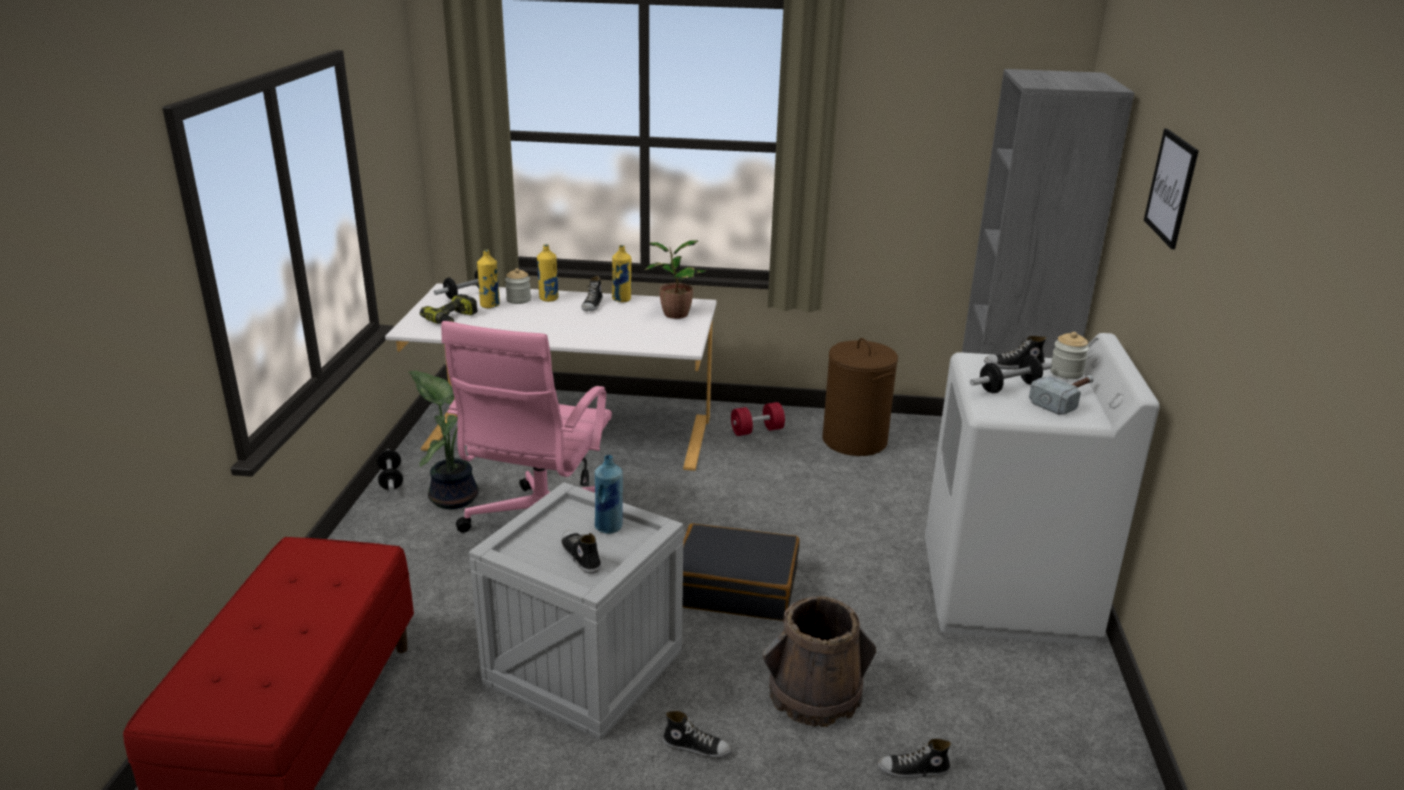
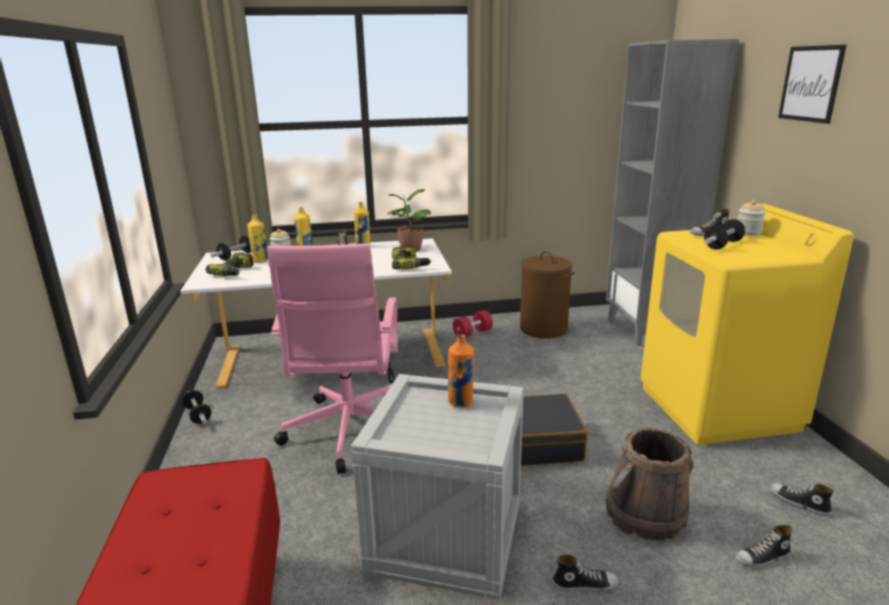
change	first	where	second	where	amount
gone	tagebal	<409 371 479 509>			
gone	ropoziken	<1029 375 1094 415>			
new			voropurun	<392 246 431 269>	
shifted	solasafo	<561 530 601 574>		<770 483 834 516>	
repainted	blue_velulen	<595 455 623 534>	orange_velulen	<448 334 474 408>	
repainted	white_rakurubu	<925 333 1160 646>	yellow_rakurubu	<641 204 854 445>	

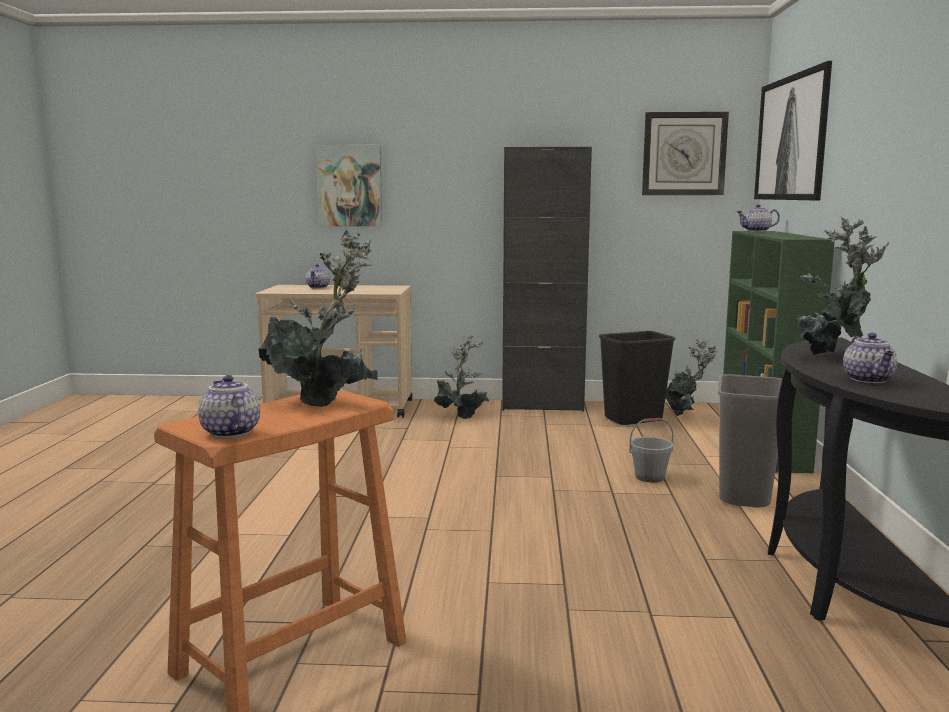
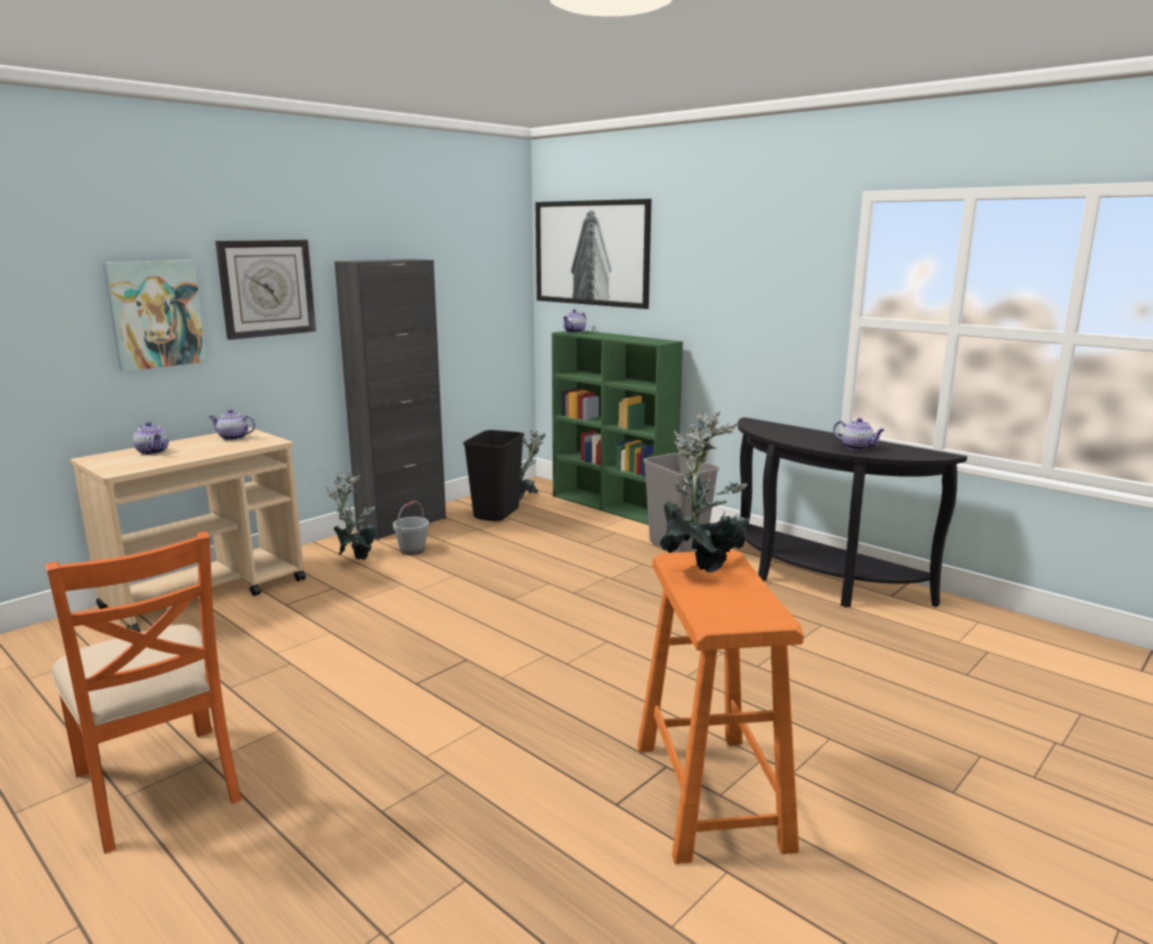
change	first	where	second	where	amount
gone	tagebal	<797 216 890 355>			
new			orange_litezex	<45 531 242 854>	
shifted	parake	<198 375 260 438>		<208 409 255 440>	
shifted	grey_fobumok	<629 418 674 482>		<393 500 429 555>	
shifted	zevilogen	<642 112 729 195>		<215 240 316 340>	

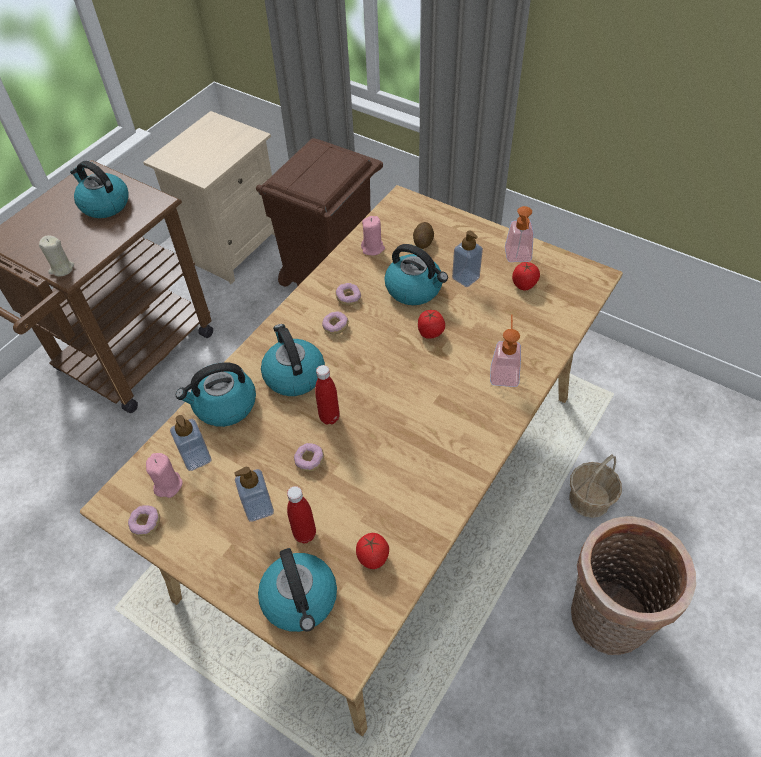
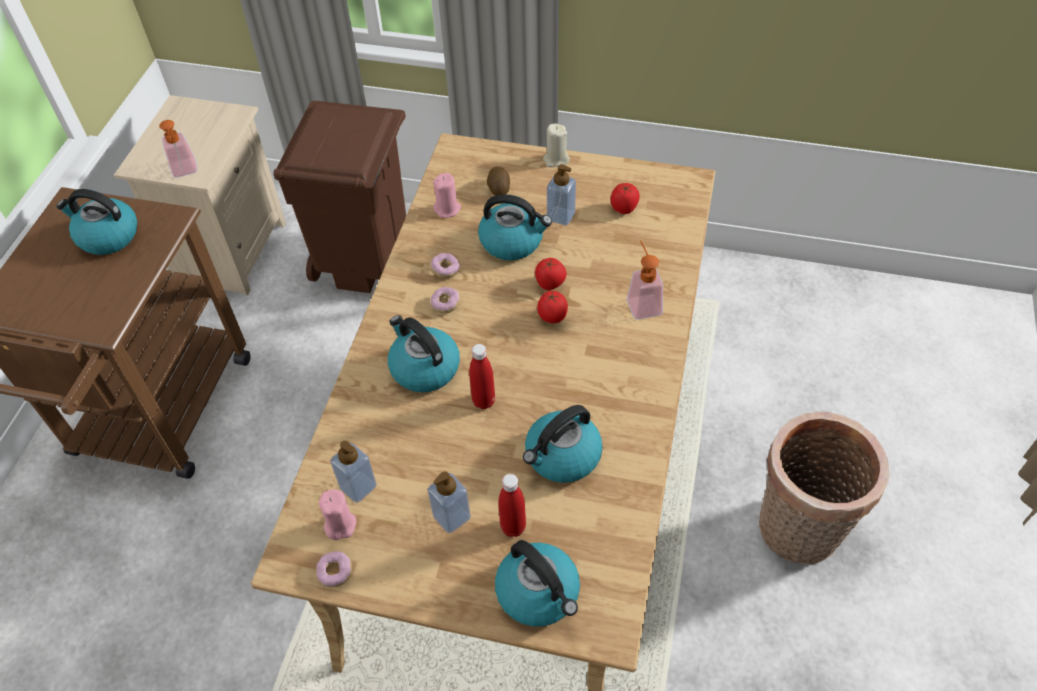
change	first	where	second	where	amount
gone	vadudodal	<294 443 324 472>			
gone	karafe	<569 454 622 518>			
shifted	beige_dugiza	<39 236 74 277>		<543 124 570 167>	
shifted	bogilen	<176 362 256 427>		<523 405 603 483>	
shifted	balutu	<356 533 389 569>		<537 291 568 323>	
shifted	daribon	<505 206 534 262>		<159 120 198 178>	

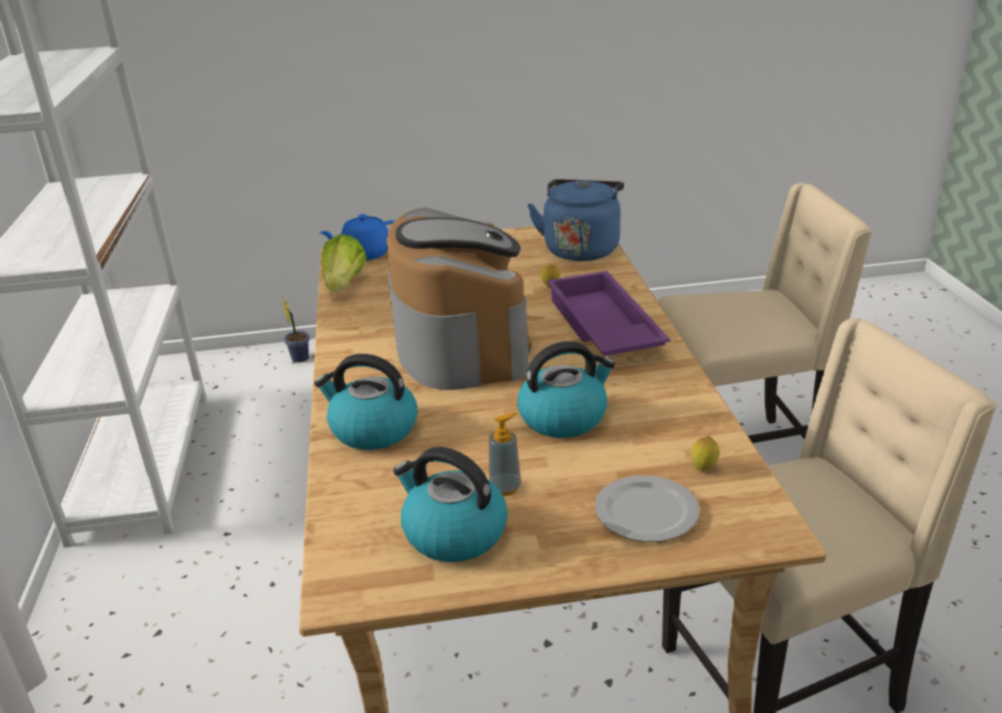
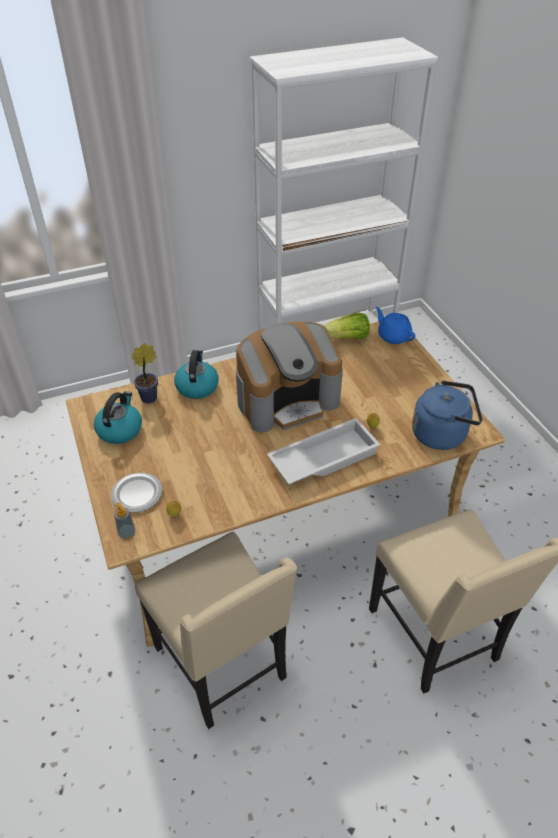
change	first	where	second	where	amount
gone	bogilen	<517 341 615 438>			
shifted	tagebal	<283 297 310 363>		<132 343 158 403>	
shifted	daribon	<489 412 521 496>		<114 502 136 539>	
repainted	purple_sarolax	<547 271 671 356>	white_sarolax	<267 418 380 485>	

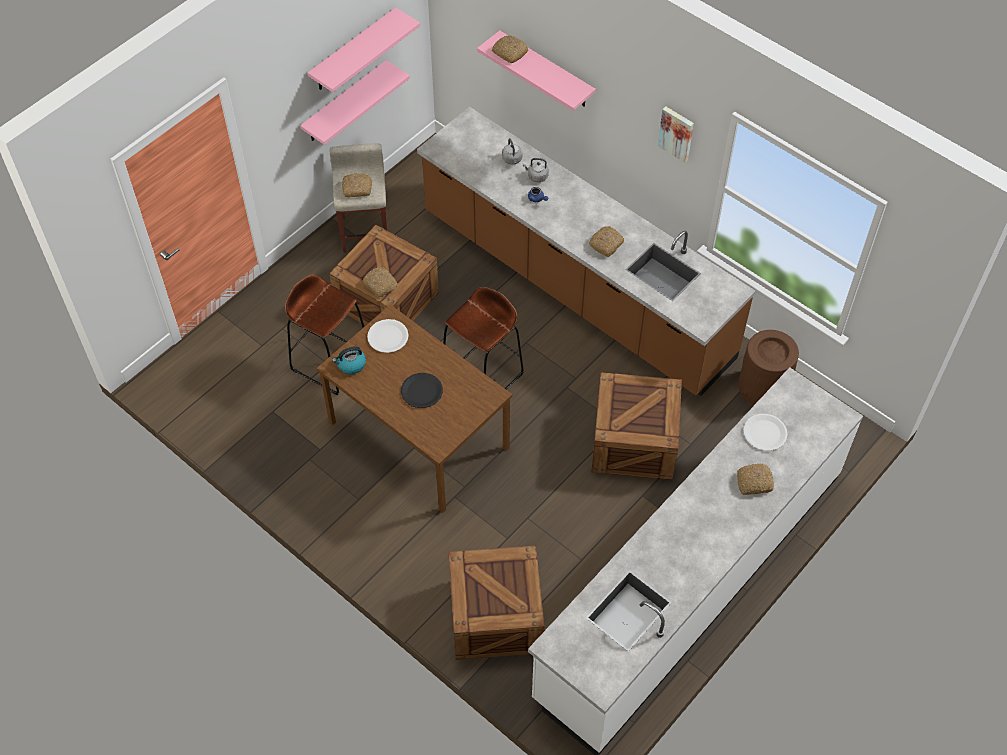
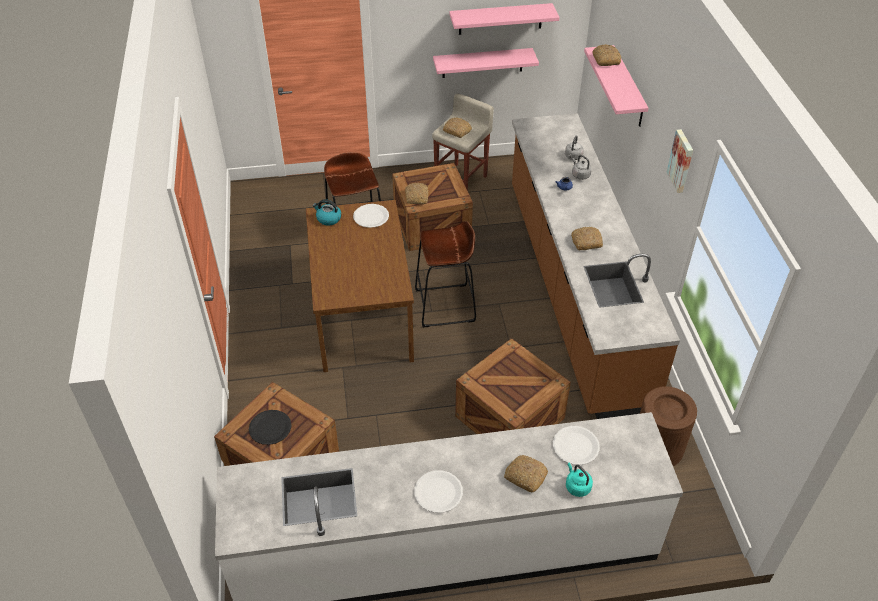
change	first	where	second	where	amount
new			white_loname	<414 470 463 513>	
new			turquoise_bogilen	<566 462 593 497>	
shifted	black_loname	<401 373 443 408>		<249 410 292 445>	

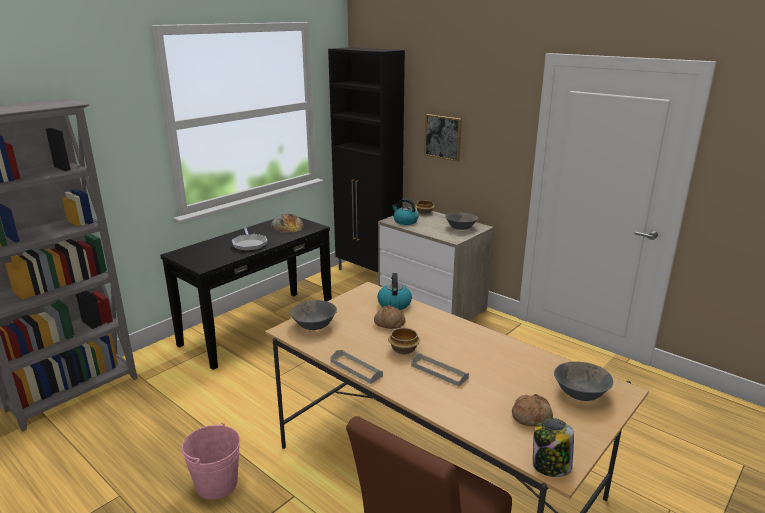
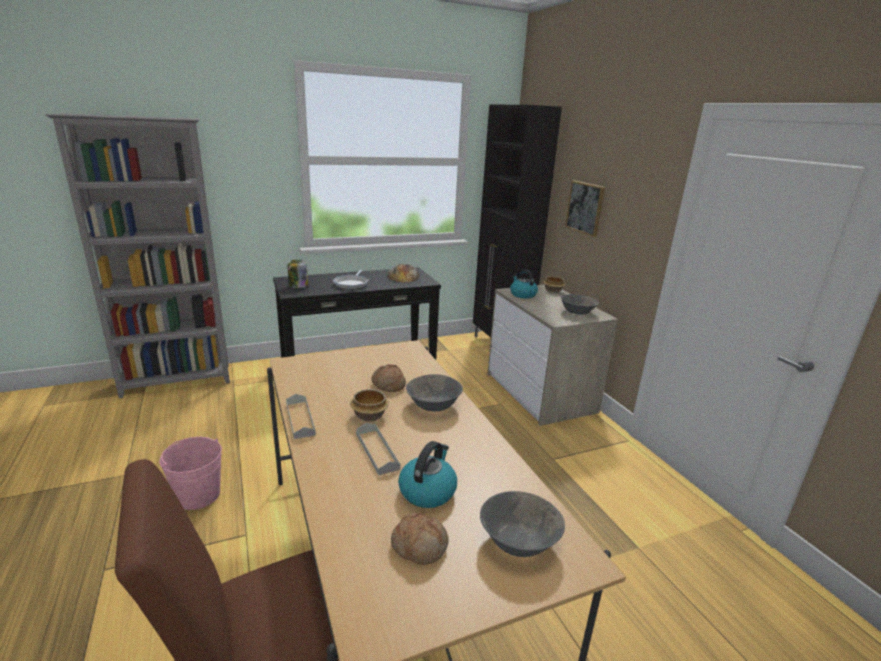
change	first	where	second	where	amount
shifted	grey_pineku	<290 300 337 330>		<406 374 463 412>	
shifted	bogilen	<377 273 412 310>		<398 441 457 508>	
shifted	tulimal	<533 418 574 477>		<288 260 308 288>	

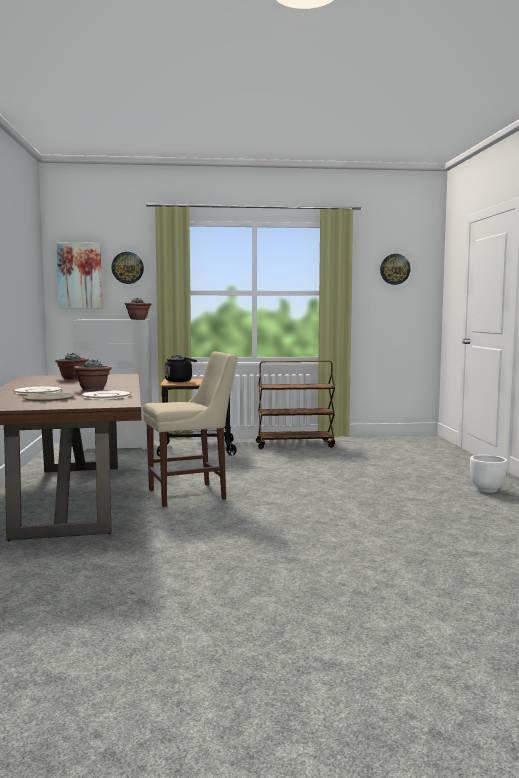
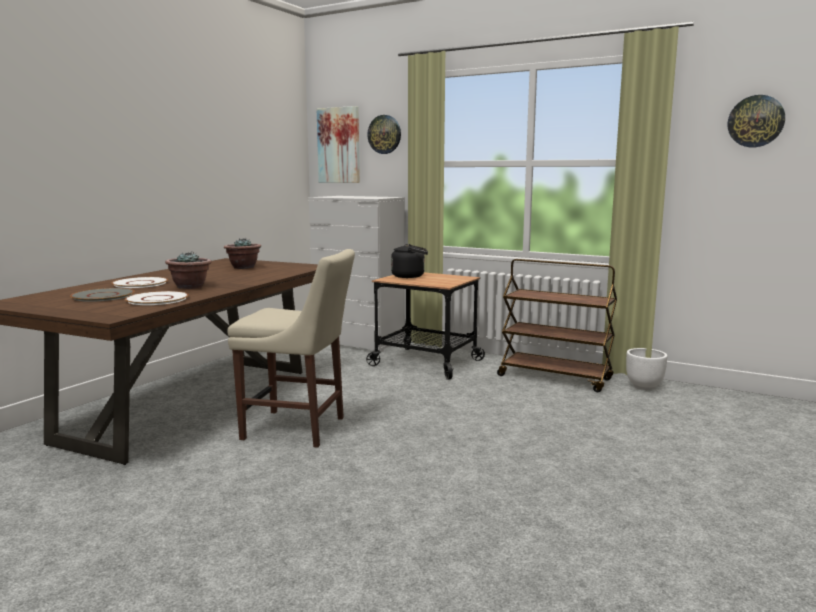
change	first	where	second	where	amount
gone	tagebal	<124 298 152 320>			
shifted	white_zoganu	<470 455 507 493>		<626 348 667 390>	

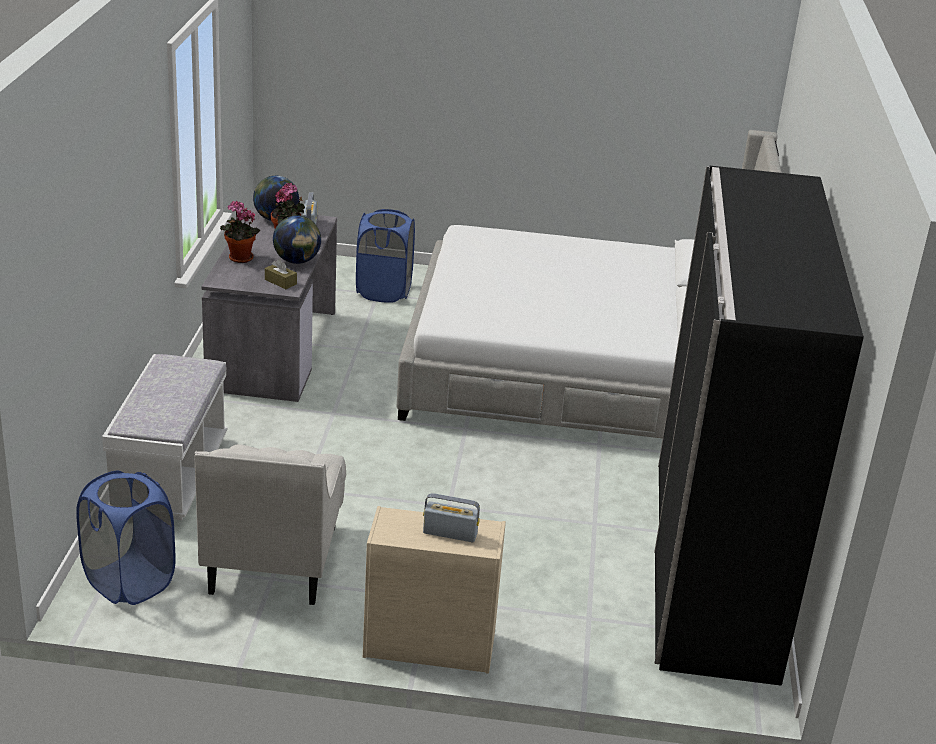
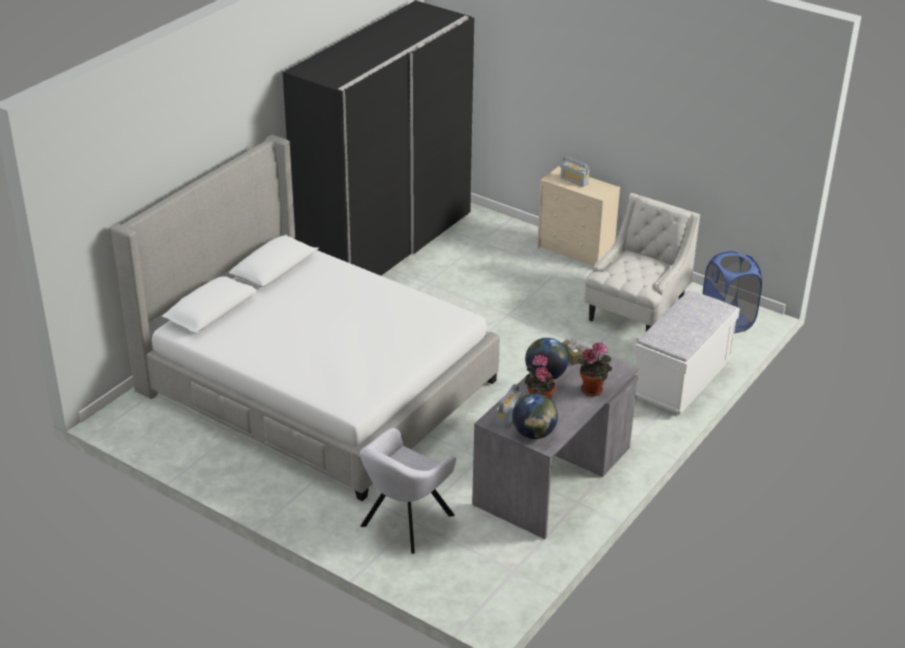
change	first	where	second	where	amount
swapped	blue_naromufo	<356 209 415 303>	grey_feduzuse	<360 428 456 554>	

